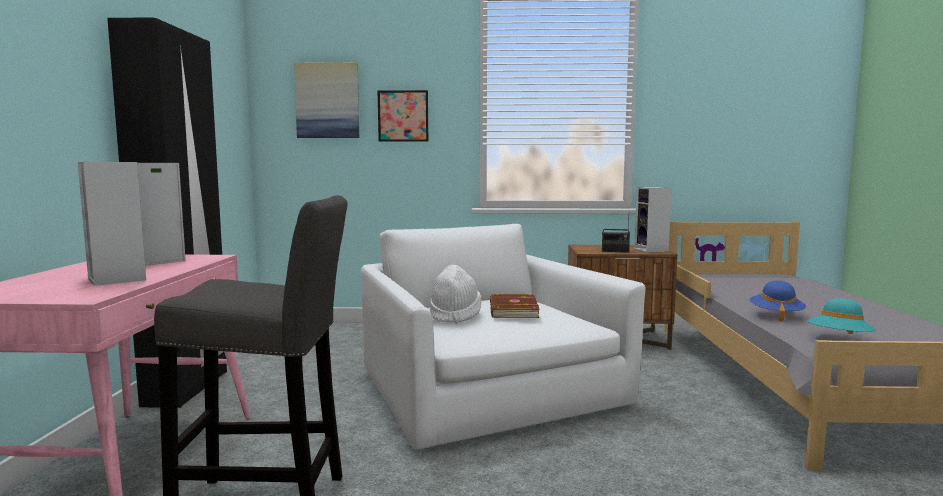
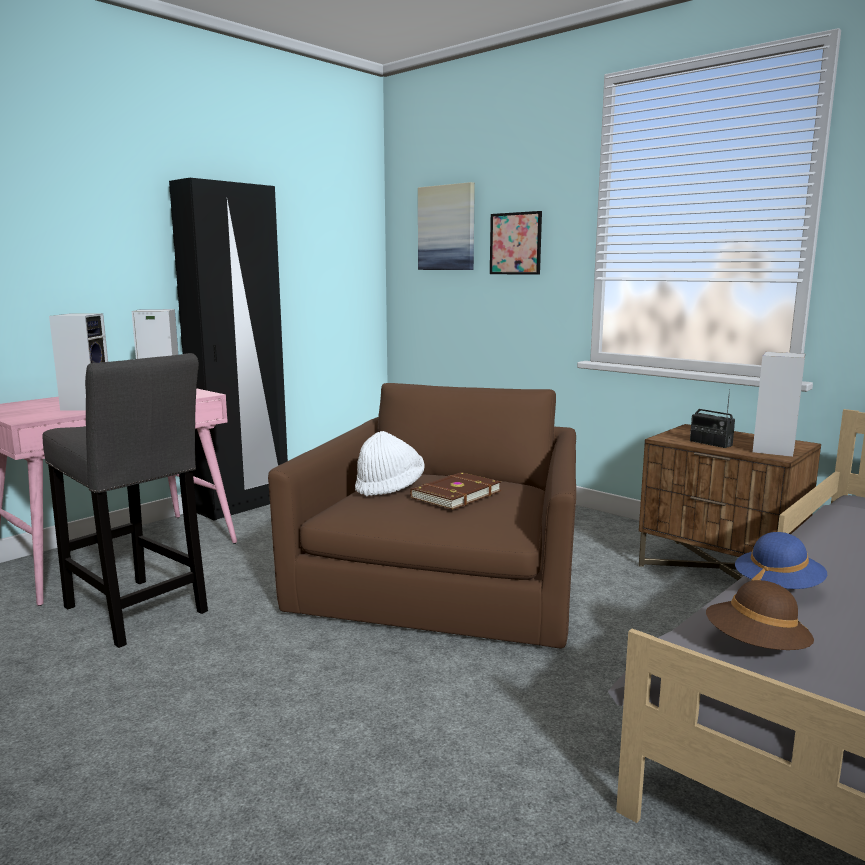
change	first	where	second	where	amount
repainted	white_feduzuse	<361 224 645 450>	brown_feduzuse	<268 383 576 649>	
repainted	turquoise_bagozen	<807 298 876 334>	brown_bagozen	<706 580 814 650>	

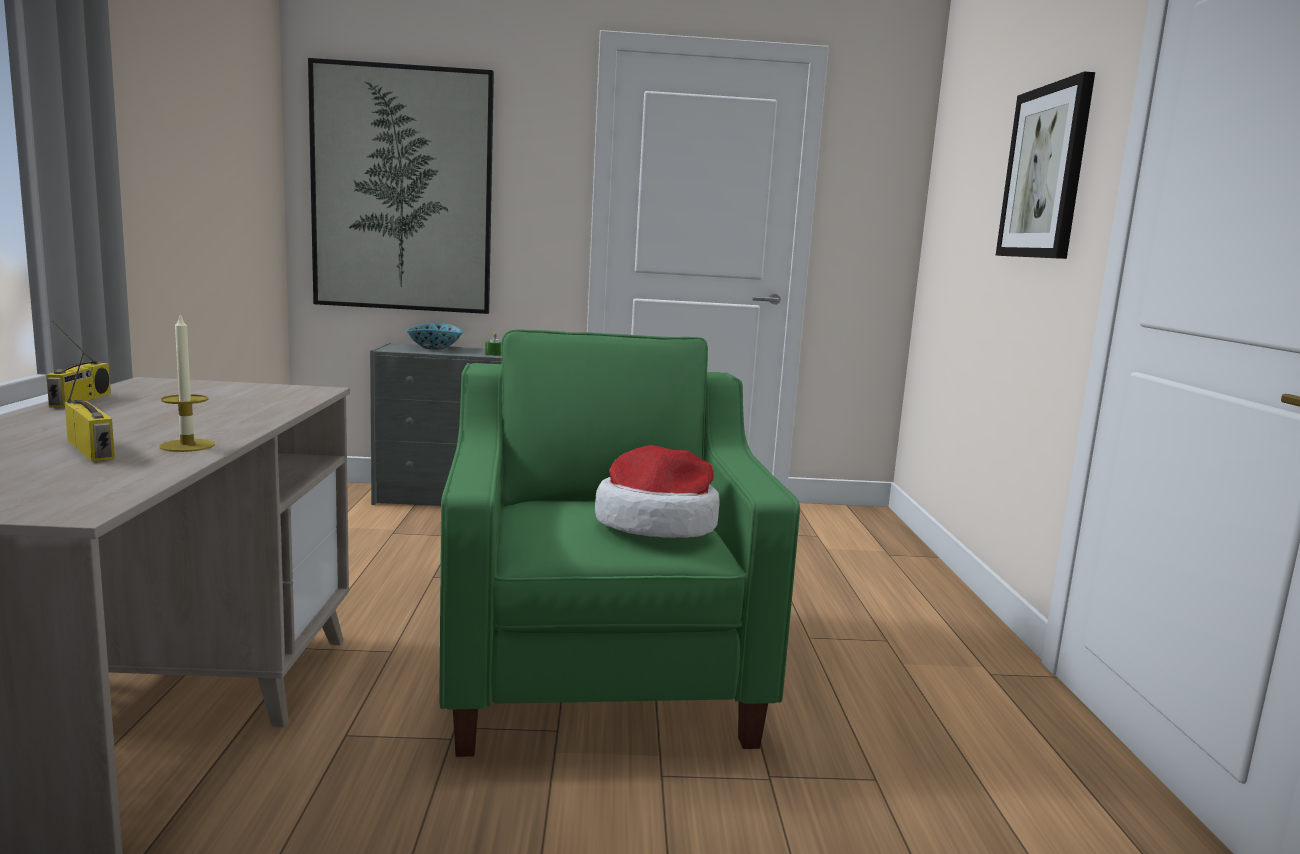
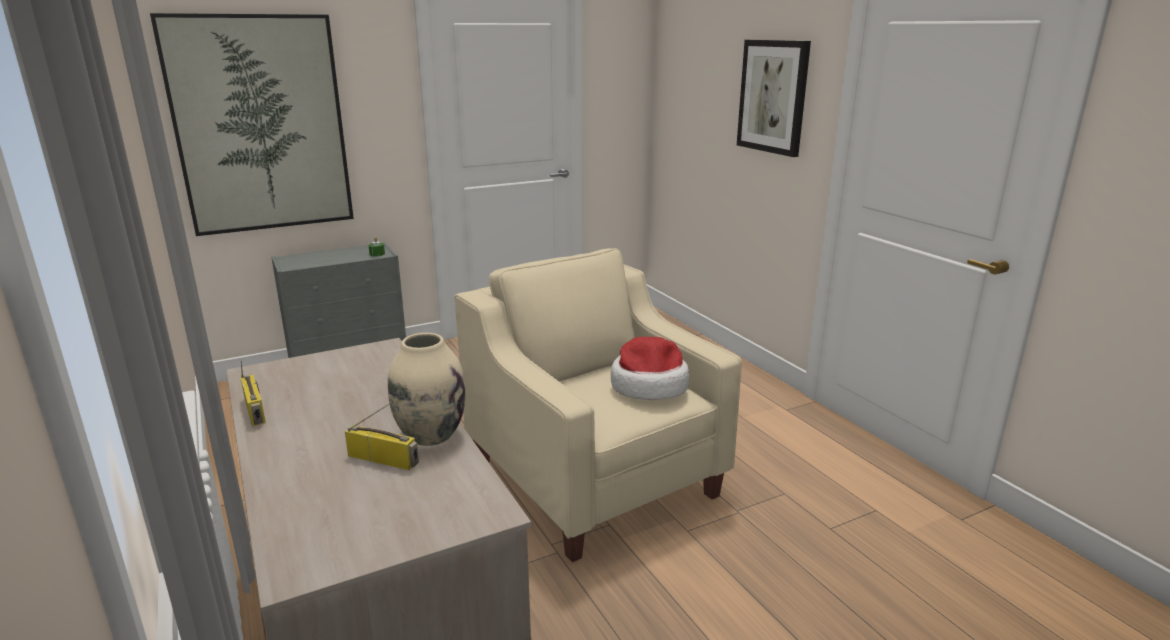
change	first	where	second	where	amount
gone	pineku	<406 323 463 350>			
swapped	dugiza	<160 312 215 452>	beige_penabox	<388 333 466 446>	
repainted	green_feduzuse	<439 329 800 757>	beige_feduzuse	<454 248 742 562>	

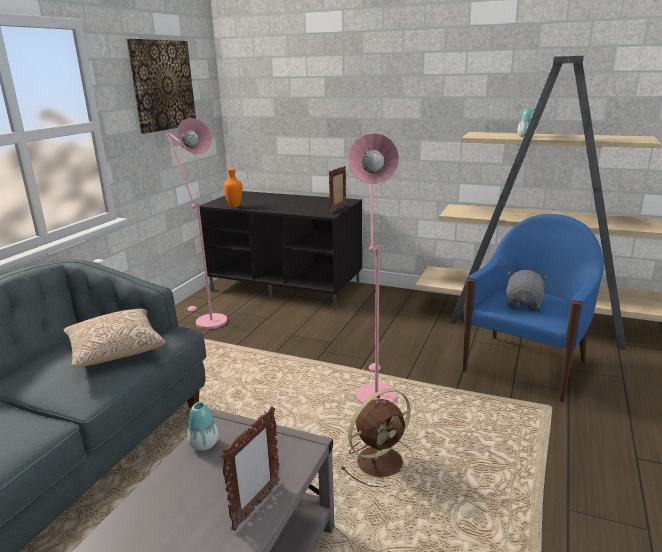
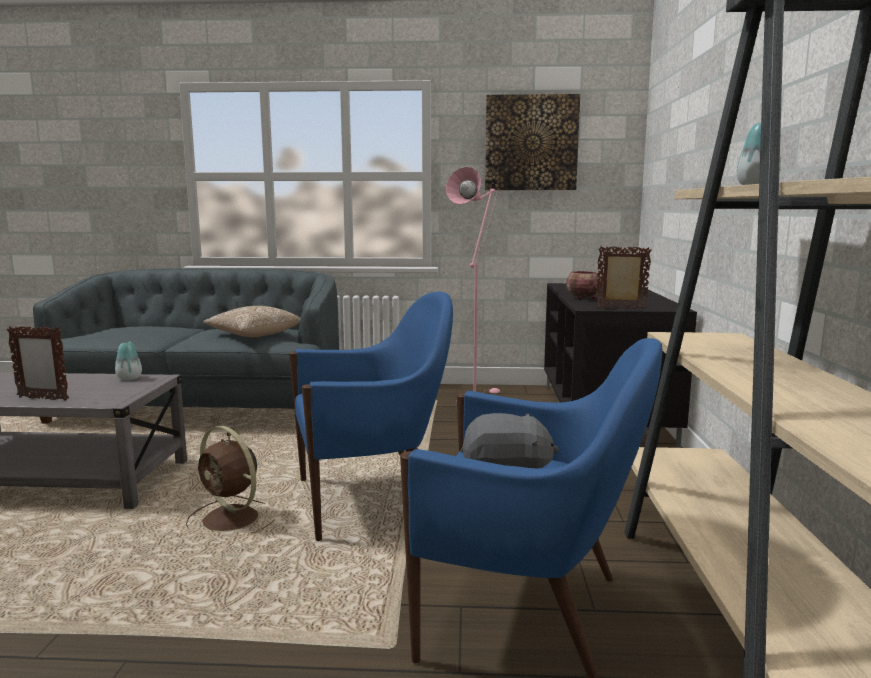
change	first	where	second	where	amount
gone	orange_penabox	<223 169 242 208>			
new			pineku	<566 271 600 300>	
swapped	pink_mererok	<348 133 399 404>	blue_feduzuse	<289 292 453 541>	

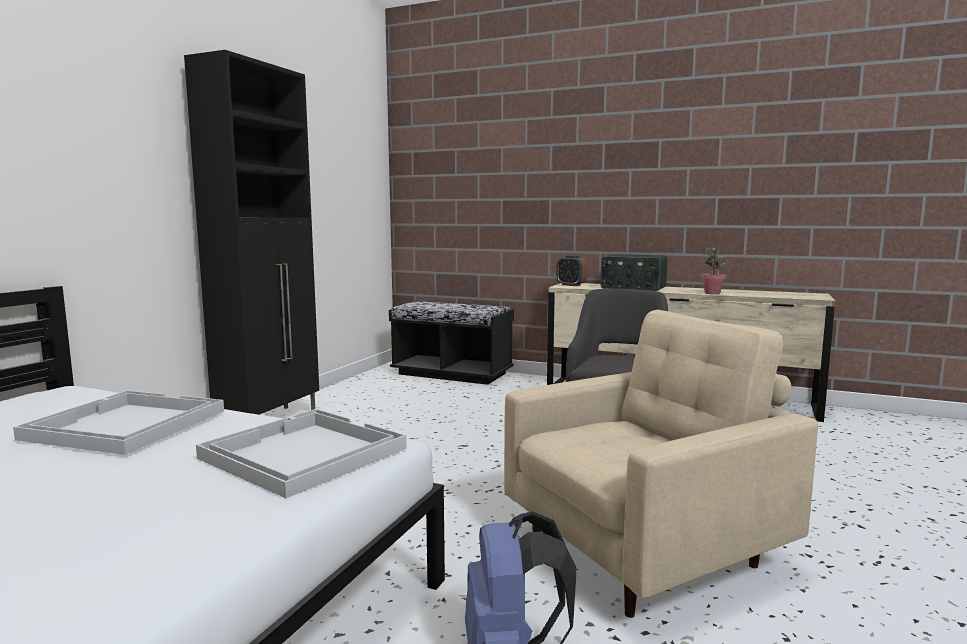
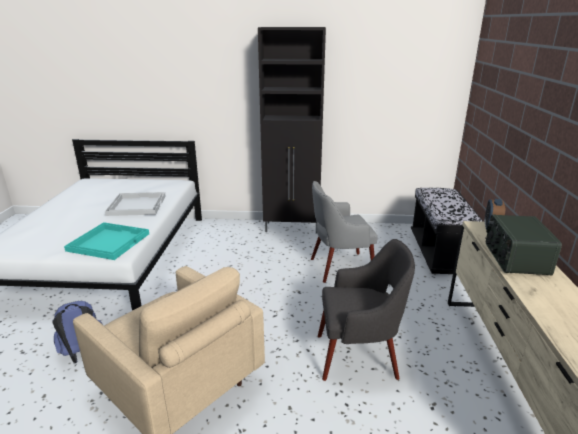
change	first	where	second	where	amount
gone	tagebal	<701 247 726 295>			
new			grey_feduzuse	<311 181 378 283>	
repainted	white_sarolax	<196 409 407 498>	turquoise_sarolax	<64 222 149 260>	

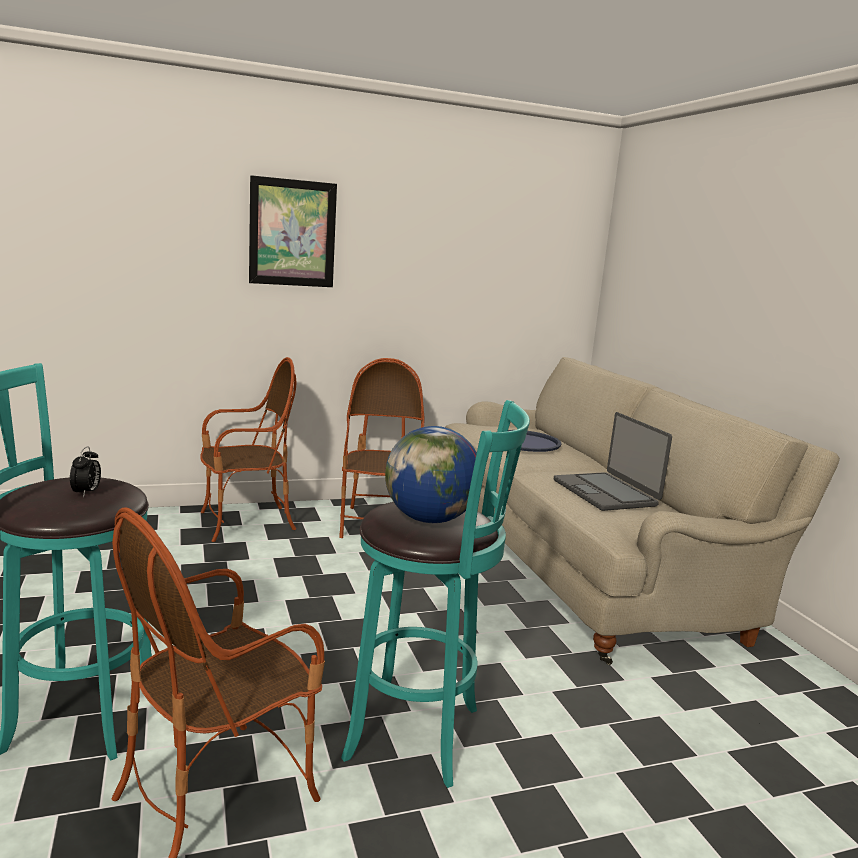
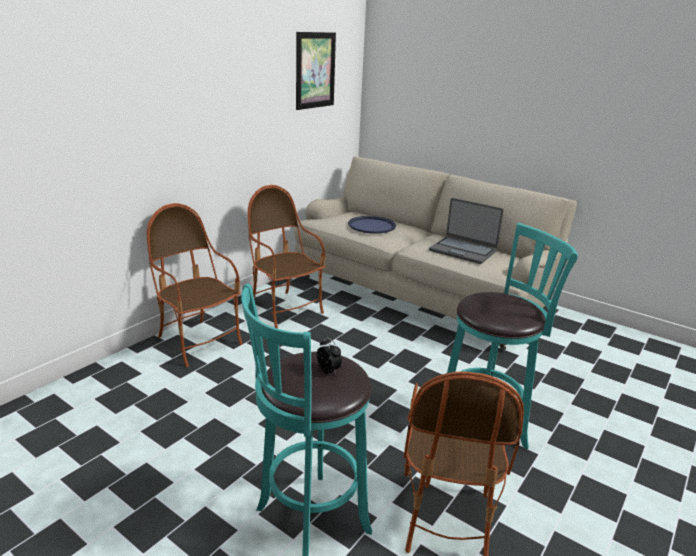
change	first	where	second	where	amount
gone	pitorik	<385 426 477 523>			
shifted	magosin	<249 175 337 287>		<296 32 336 110>	
rotated	feduzuse	<200 357 297 542>		<147 203 242 367>	75 degrees counterclockwise

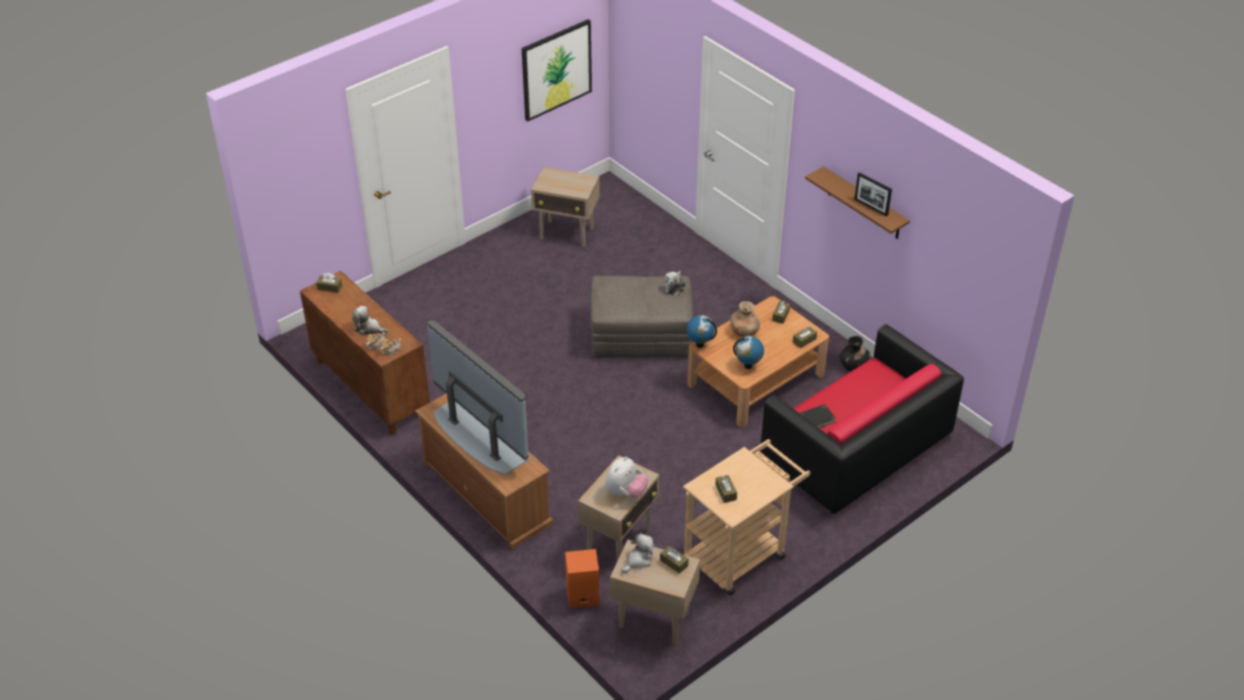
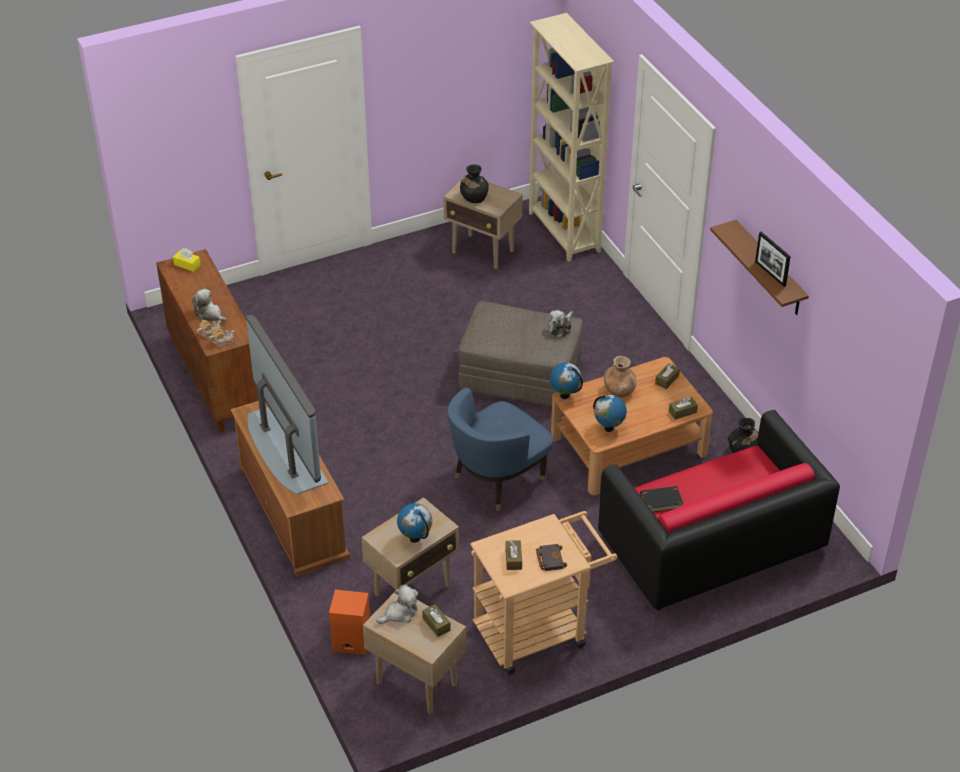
change	first	where	second	where	amount
gone	magosin	<522 19 592 122>			
new			blue_feduzuse	<447 388 554 511>	
new			black_penabox	<460 164 489 203>	
new			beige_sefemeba	<529 13 614 262>	
new			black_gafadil	<536 544 567 571>	
swapped	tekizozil	<605 456 648 498>	pitorik	<397 503 432 543>	
repainted	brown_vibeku	<316 273 342 293>	yellow_vibeku	<173 248 201 272>	

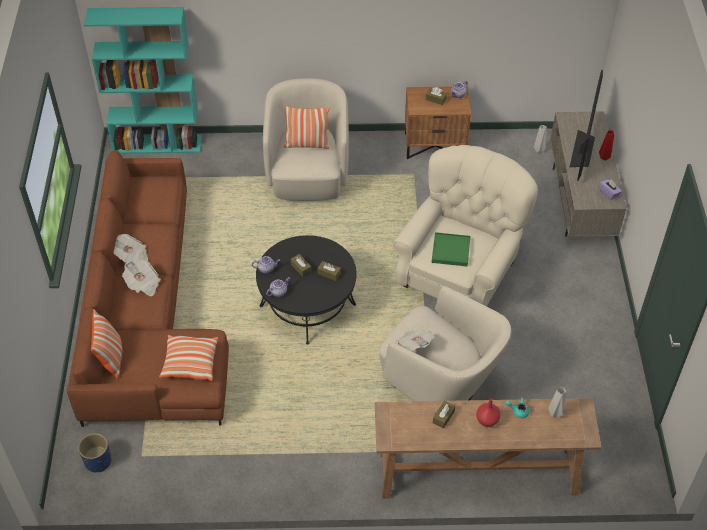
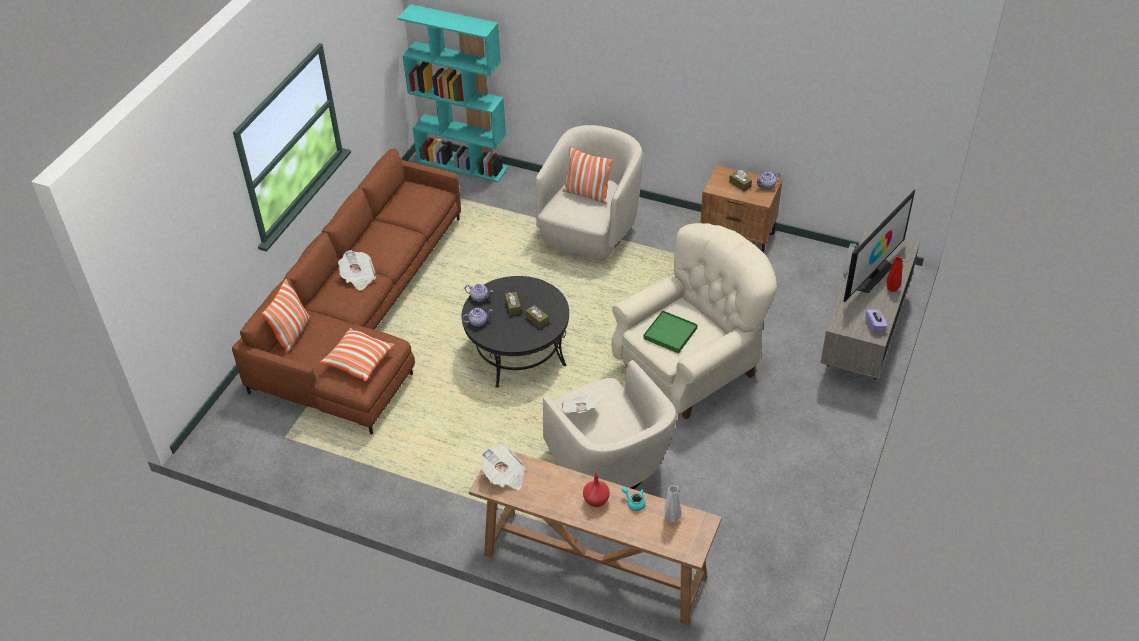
change	first	where	second	where	amount
gone	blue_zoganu	<78 433 111 472>			
gone	brown_vibeku	<433 401 455 429>			
shifted	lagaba	<114 234 148 263>		<481 445 526 490>	

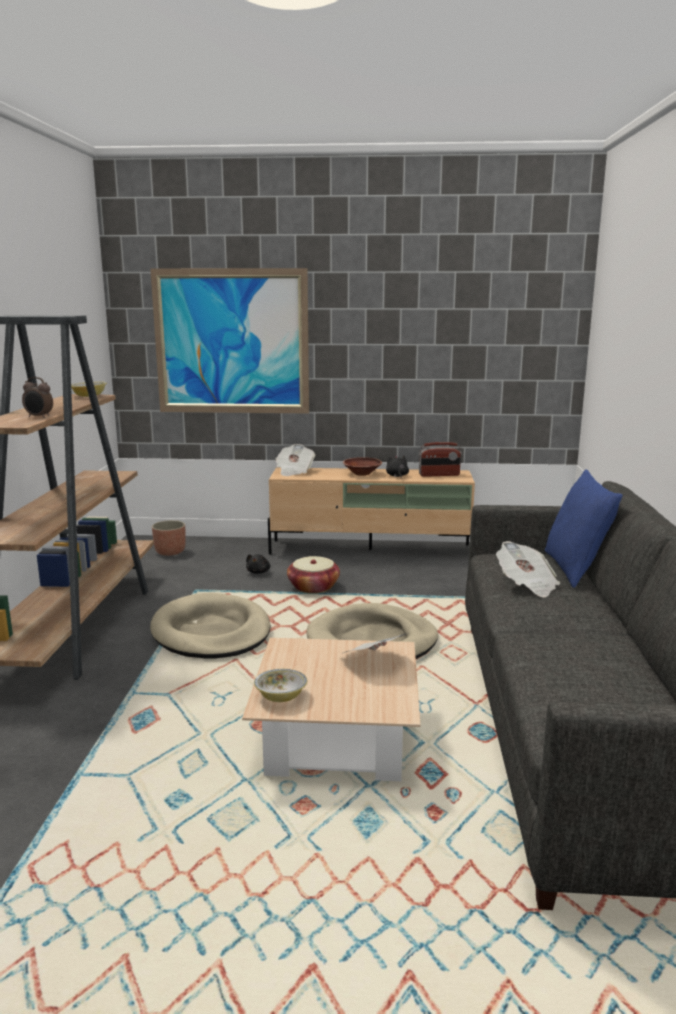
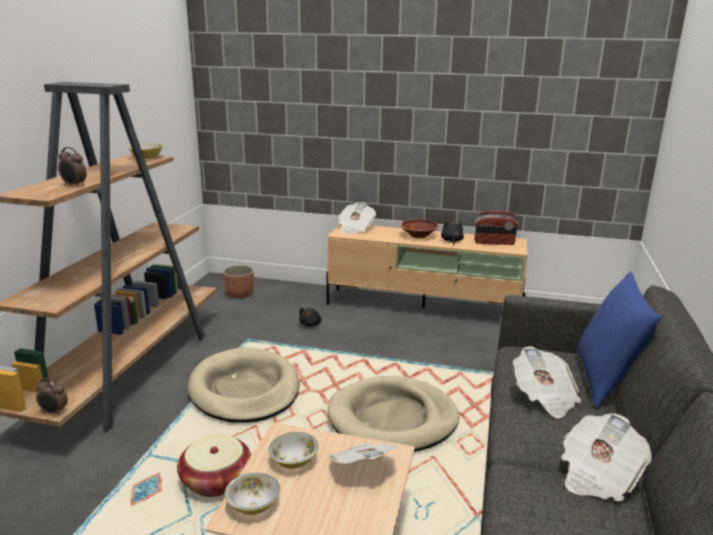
change	first	where	second	where	amount
gone	magosin	<150 268 309 413>			
new			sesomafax	<36 378 68 416>	
new			pineku	<268 432 319 469>	
new			lagaba	<561 414 652 501>	
shifted	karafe	<287 556 340 594>		<177 434 251 497>	

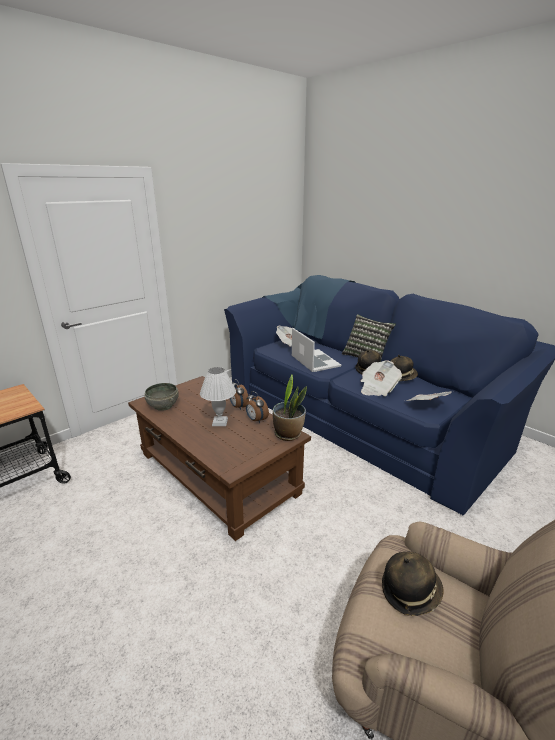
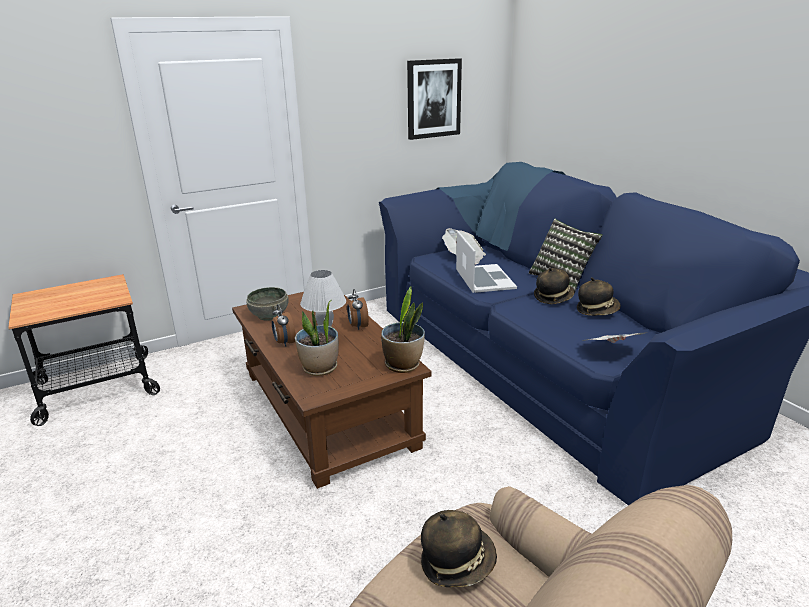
change	first	where	second	where	amount
gone	lagaba	<361 361 402 396>			
new			tagebal	<295 300 339 376>	
new			magosin	<407 58 462 140>	
shifted	sesomafax	<246 391 269 423>		<272 304 296 347>	

